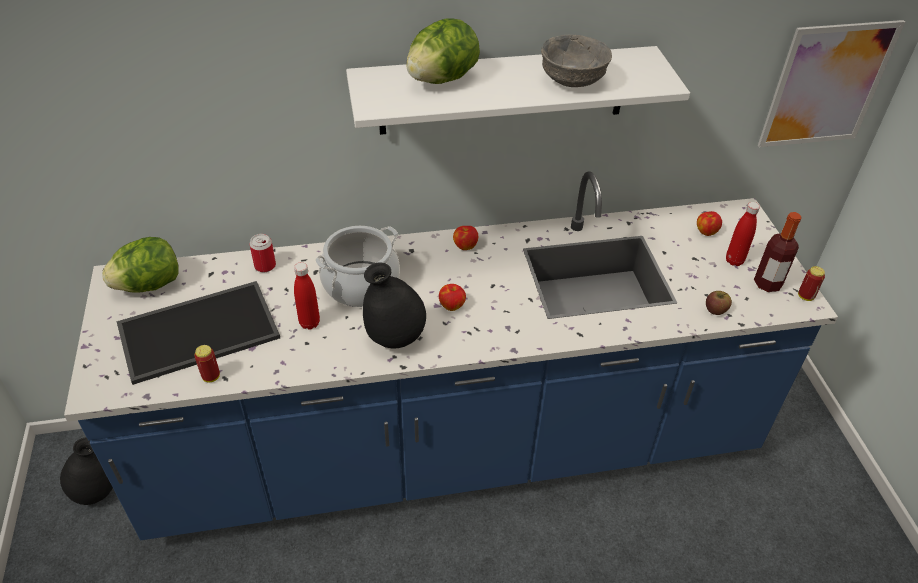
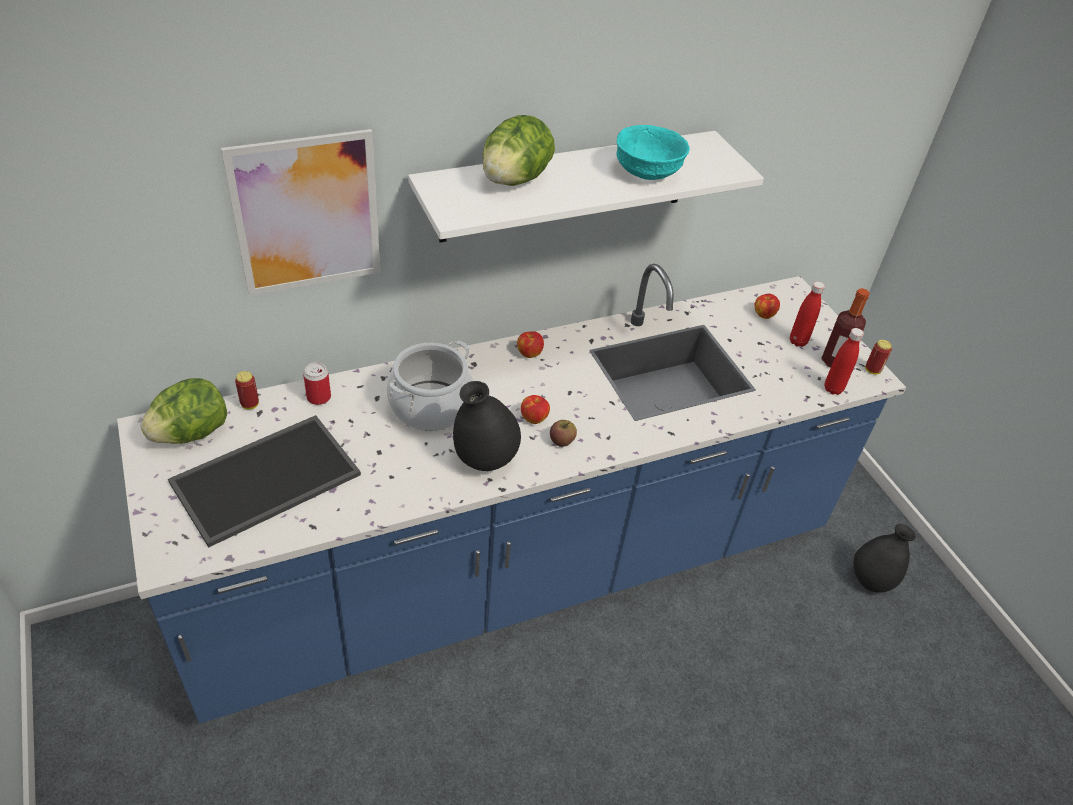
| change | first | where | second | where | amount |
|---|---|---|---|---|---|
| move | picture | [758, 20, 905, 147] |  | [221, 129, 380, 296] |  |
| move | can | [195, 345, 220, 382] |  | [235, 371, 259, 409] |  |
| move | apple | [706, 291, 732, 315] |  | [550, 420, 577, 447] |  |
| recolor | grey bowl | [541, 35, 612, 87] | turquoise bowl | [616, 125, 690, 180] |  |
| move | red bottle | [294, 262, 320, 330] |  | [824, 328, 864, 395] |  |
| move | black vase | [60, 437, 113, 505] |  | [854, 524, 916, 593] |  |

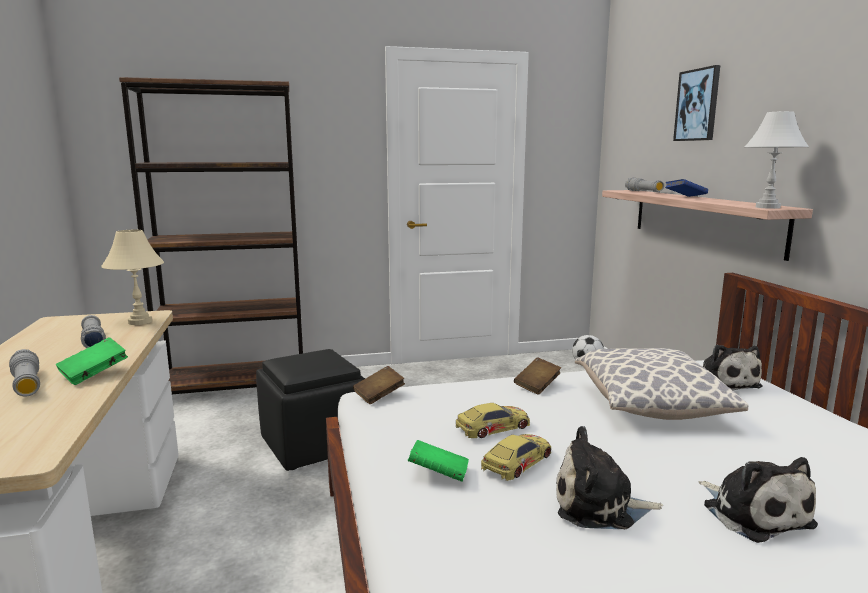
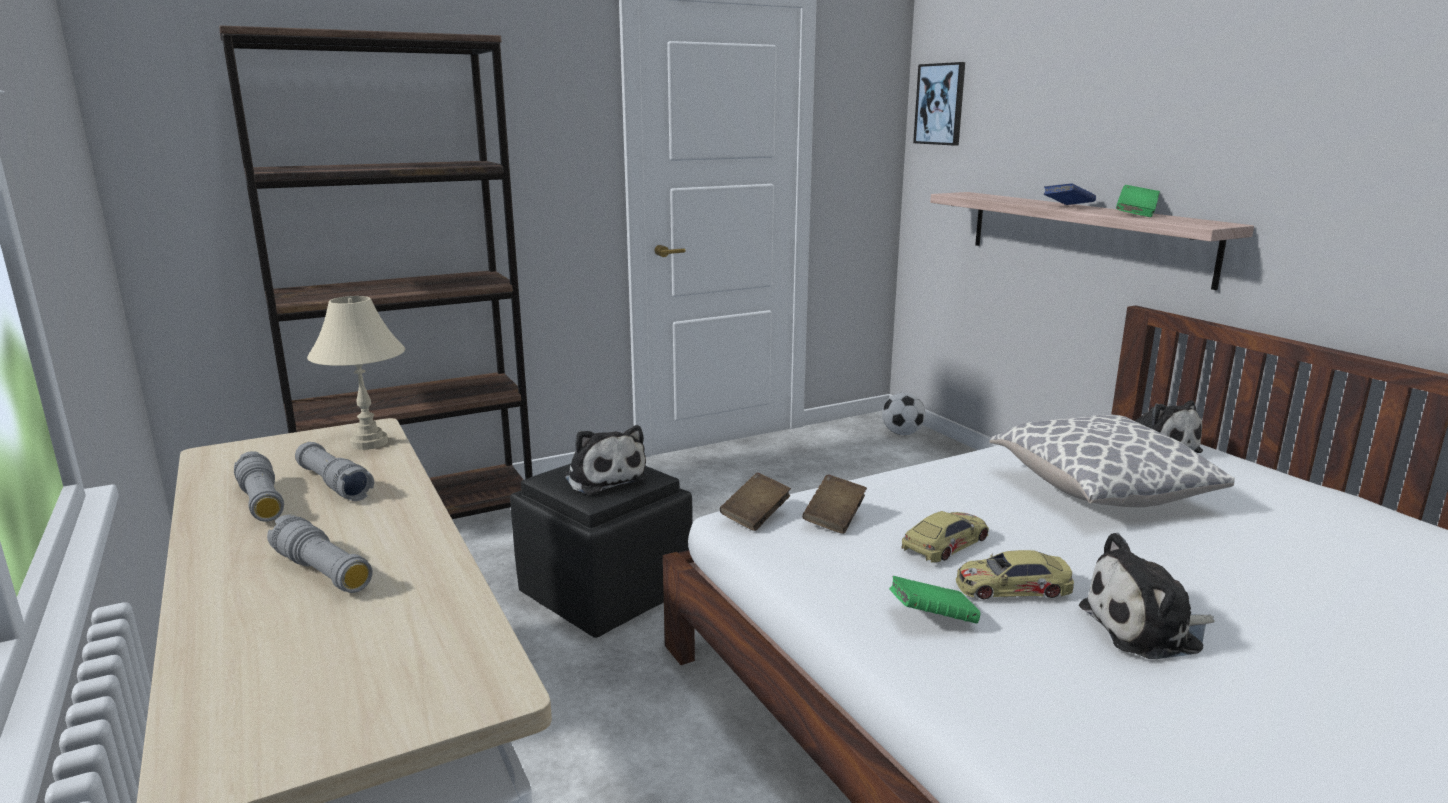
| change | first | where | second | where | amount |
|---|---|---|---|---|---|
| move | grey flashlight | [625, 178, 664, 192] |  | [234, 451, 284, 522] |  |
| move | plush toy | [698, 457, 818, 543] |  | [564, 425, 648, 495] |  |
| move | brown book | [514, 357, 561, 395] |  | [802, 475, 867, 534] |  |
| move | picture | [673, 65, 720, 141] |  | [913, 62, 965, 146] |  |
| rotate | toy car | [481, 434, 551, 481] |  | [956, 550, 1074, 600] | 120 degrees counterclockwise |
| move | green book | [56, 337, 128, 385] |  | [1116, 185, 1160, 217] |  |
| delete | white table lamp | [745, 111, 809, 209] |  |  |  |

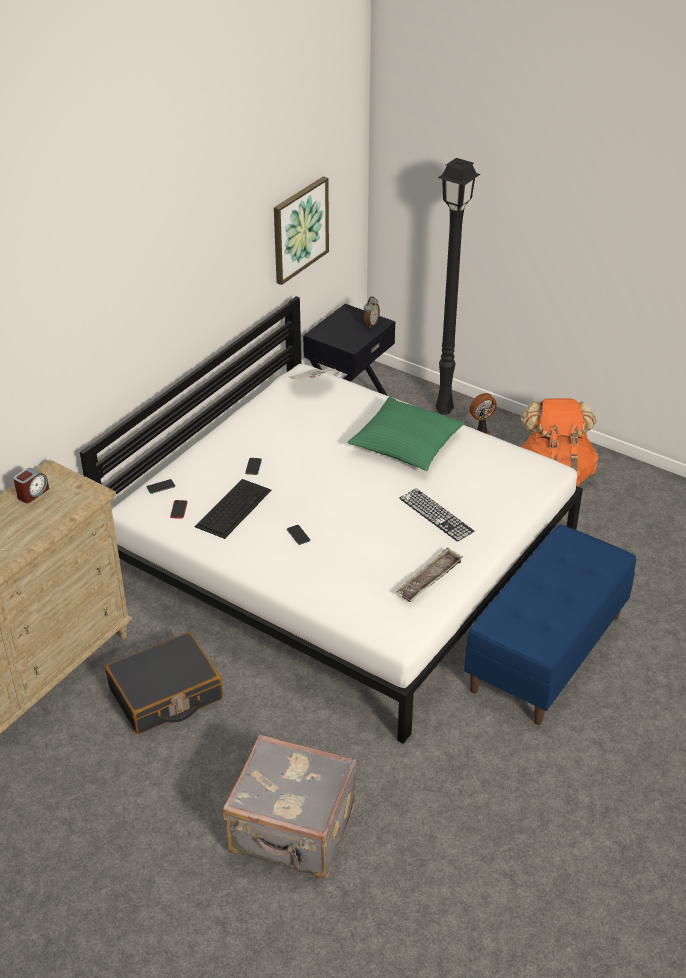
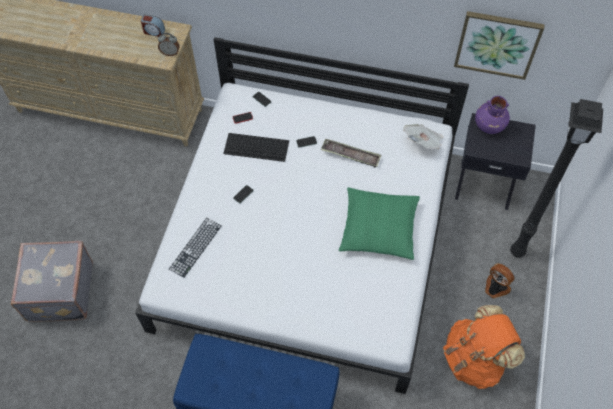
| change | first | where | second | where | amount |
|---|---|---|---|---|---|
| move | alarm clock | [364, 296, 380, 328] |  | [158, 33, 179, 56] |  |
| move | keyboard | [399, 489, 475, 542] |  | [169, 218, 222, 278] |  |
| move | tray | [396, 547, 463, 602] |  | [321, 139, 381, 168] |  |
| insert |  |  | purple vase | [475, 96, 510, 134] |  |
| delete | black suitcase | [105, 632, 223, 734] |  |  |  |

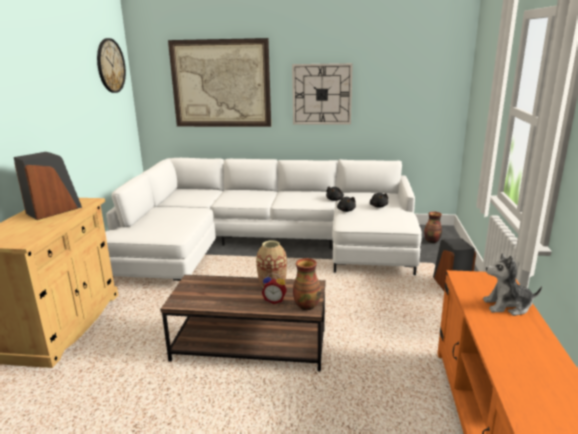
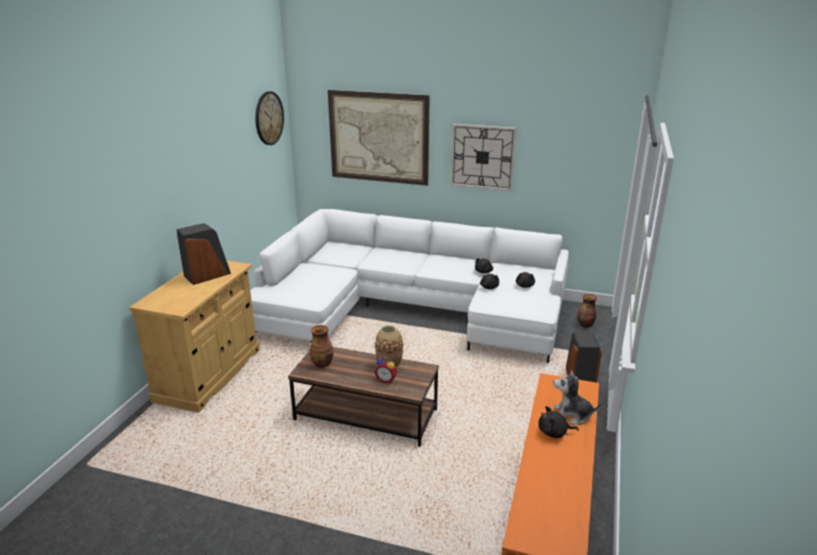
| change | first | where | second | where | amount |
|---|---|---|---|---|---|
| move | vase | [293, 258, 321, 310] |  | [310, 325, 333, 368] |  |
| insert |  |  | black plush toy | [538, 406, 579, 438] |  |

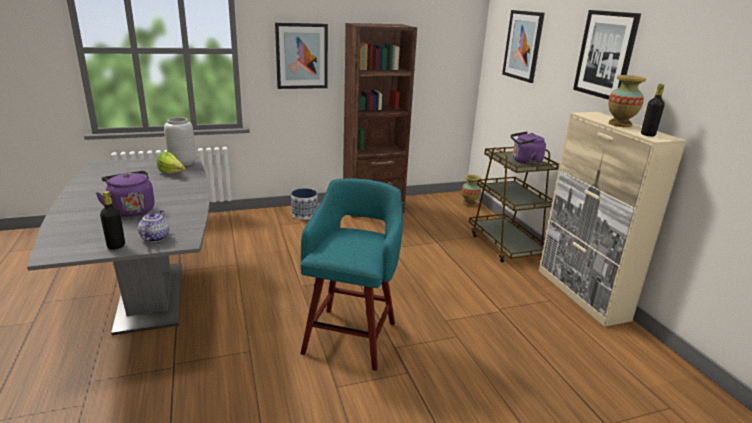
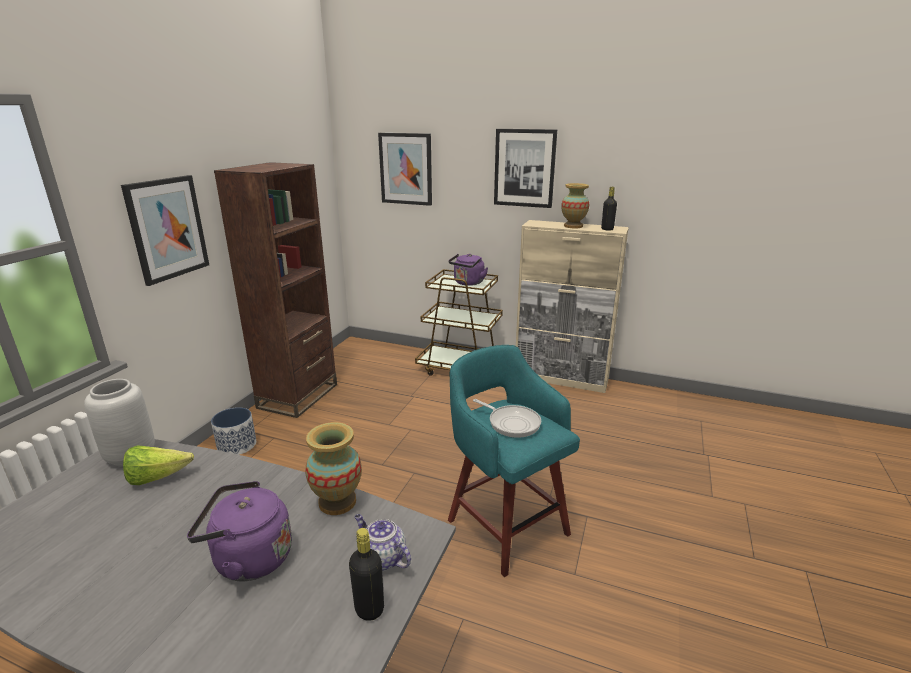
| change | first | where | second | where | amount |
|---|---|---|---|---|---|
| move | vase | [462, 174, 481, 207] |  | [306, 422, 362, 515] |  |
| insert |  |  | frying pan | [473, 399, 541, 438] |  |

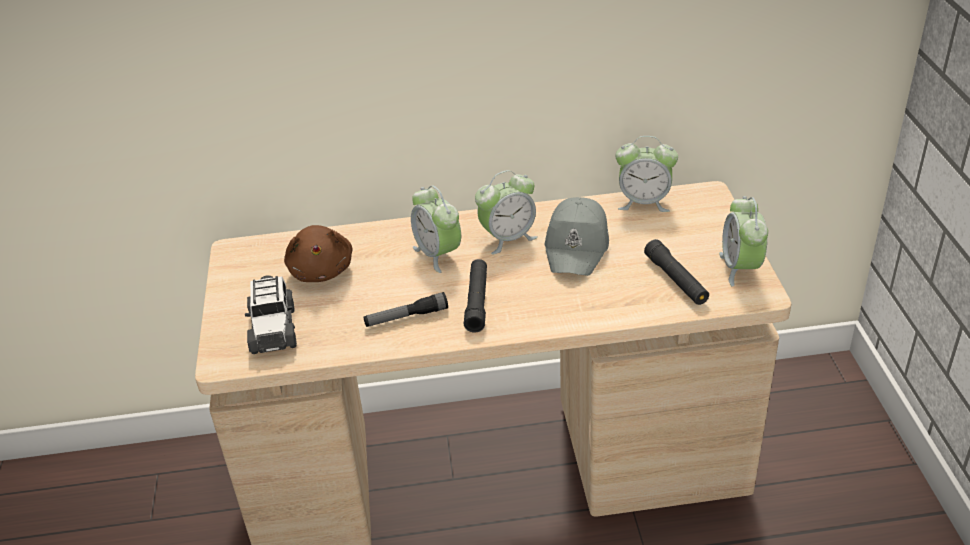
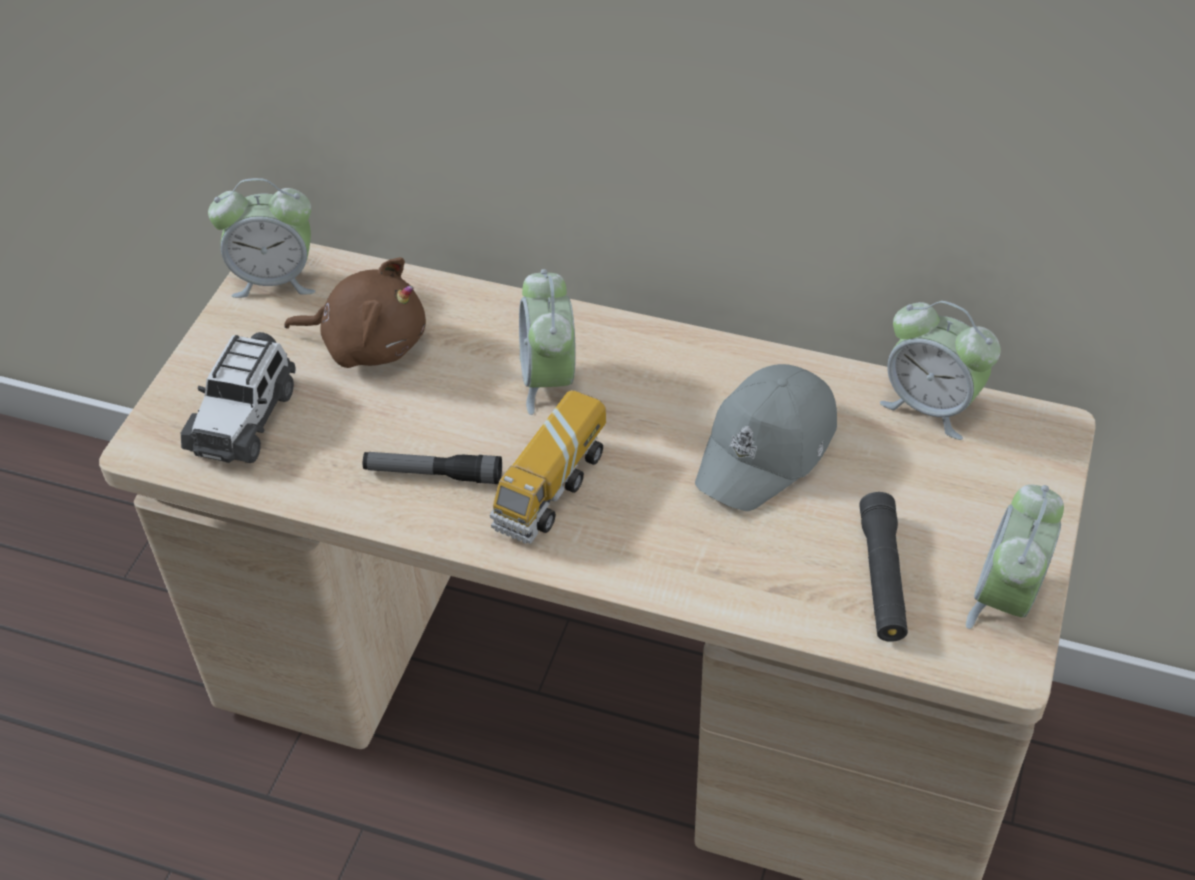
| change | first | where | second | where | amount |
|---|---|---|---|---|---|
| move | alarm clock | [475, 170, 538, 255] |  | [208, 178, 316, 298] |  |
| rotate | brown plush toy | [284, 225, 352, 282] |  | [284, 257, 426, 368] | 90 degrees counterclockwise |
| replace | black flashlight | [464, 259, 487, 332] | toy truck | [490, 390, 606, 544] |  |

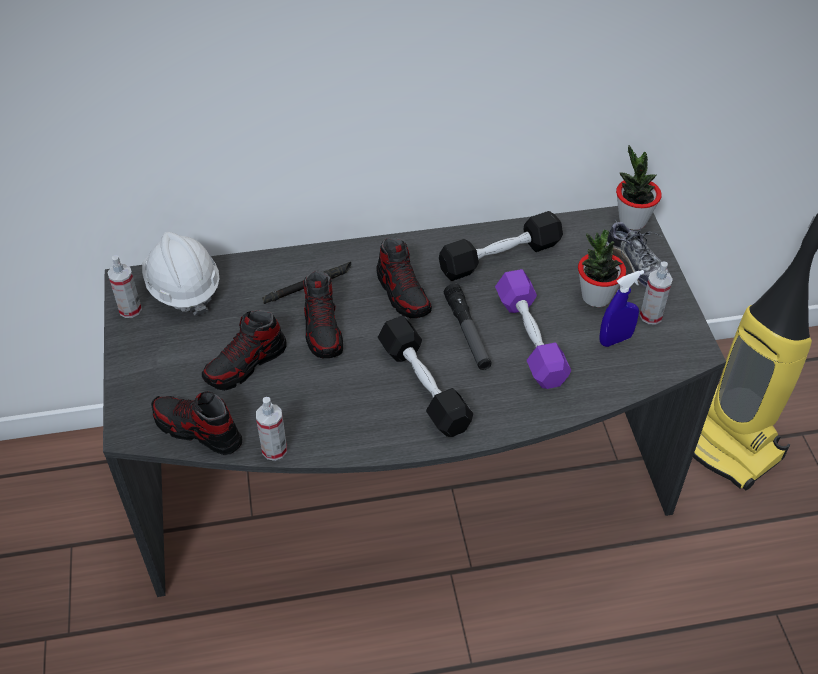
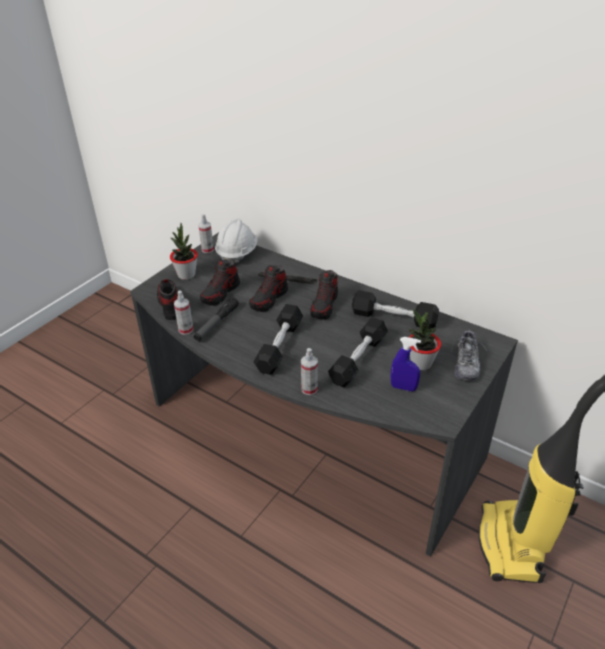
| change | first | where | second | where | amount |
|---|---|---|---|---|---|
| move | potted plant | [616, 145, 662, 230] |  | [170, 223, 198, 280] |  |
| move | flashlight | [444, 284, 492, 370] |  | [193, 297, 239, 341] |  |
| rotate | shoe | [202, 310, 286, 391] |  | [200, 259, 240, 306] | 60 degrees counterclockwise |
| move | spray bottle | [640, 262, 673, 325] |  | [301, 348, 318, 395] |  |
| recolor | purple dumbbell | [495, 269, 571, 389] | black dumbbell | [328, 317, 388, 387] |  |

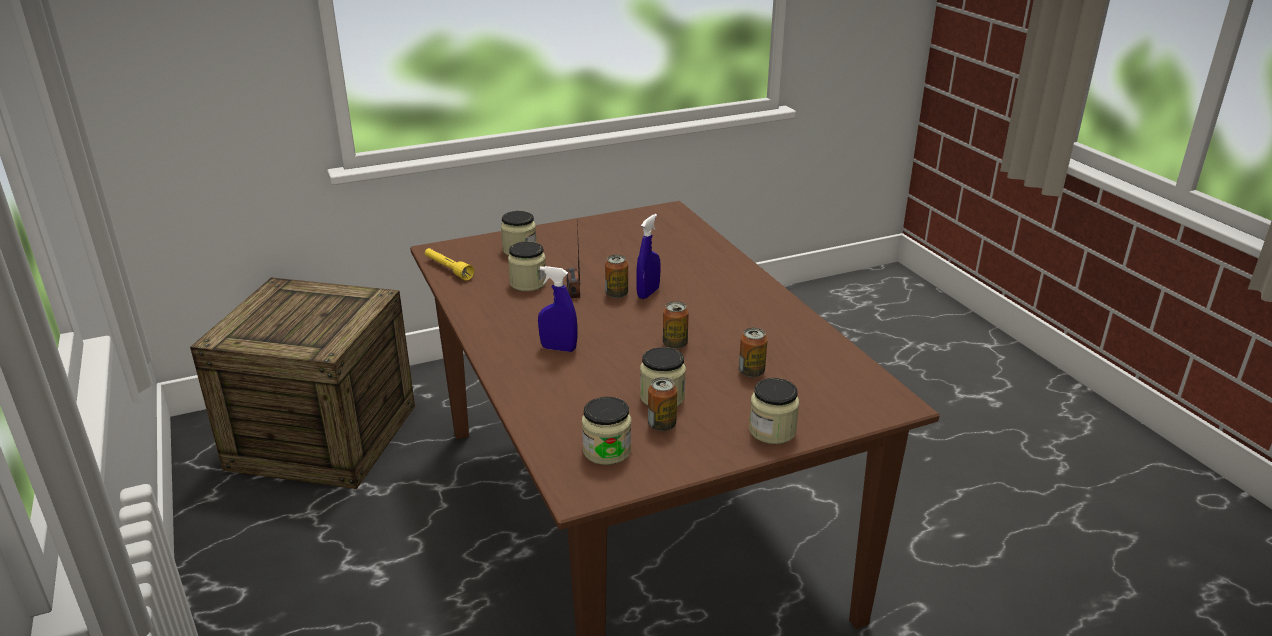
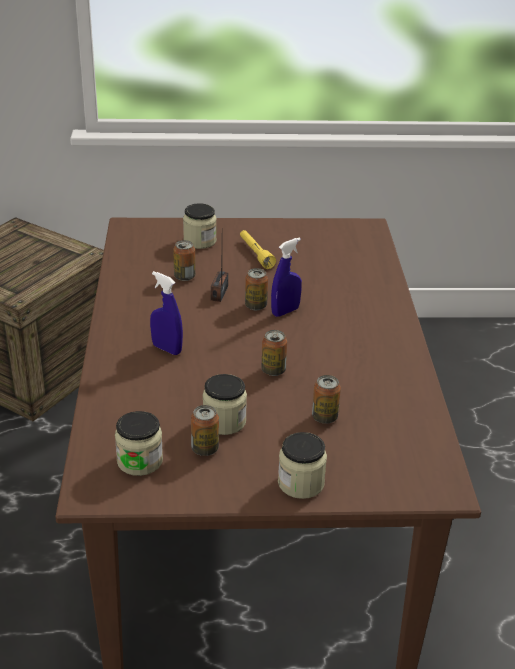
| change | first | where | second | where | amount |
|---|---|---|---|---|---|
| replace | jar | [508, 241, 547, 291] | can | [173, 240, 195, 281] |  |
| move | yellow flashlight | [425, 248, 474, 281] |  | [240, 230, 276, 269] |  |

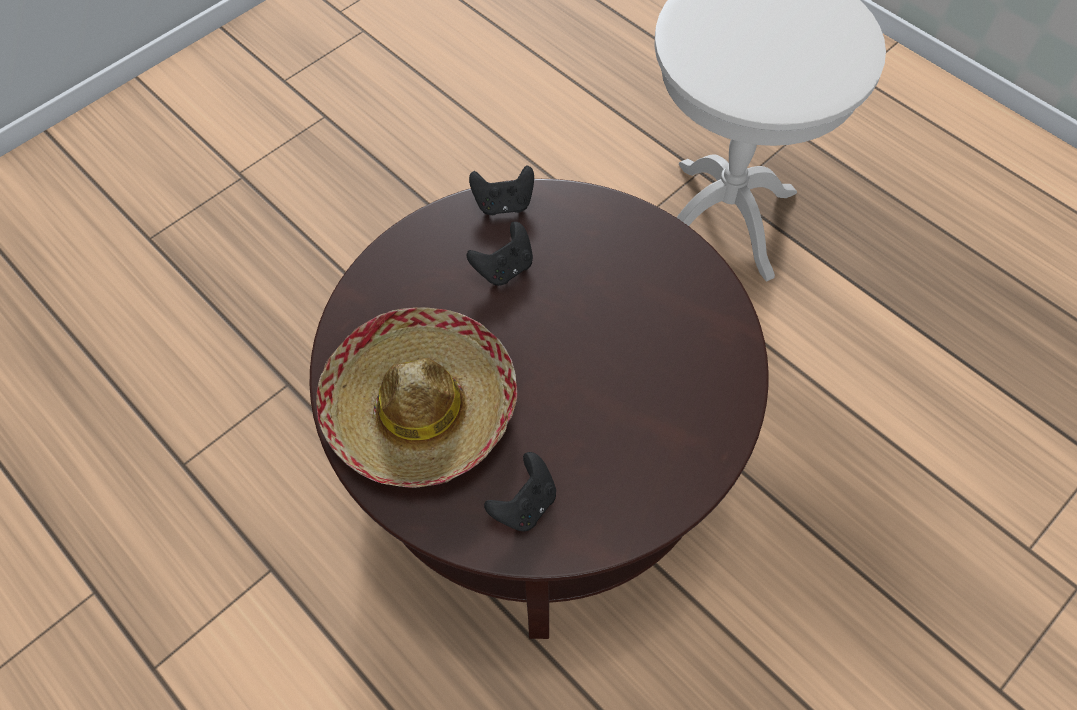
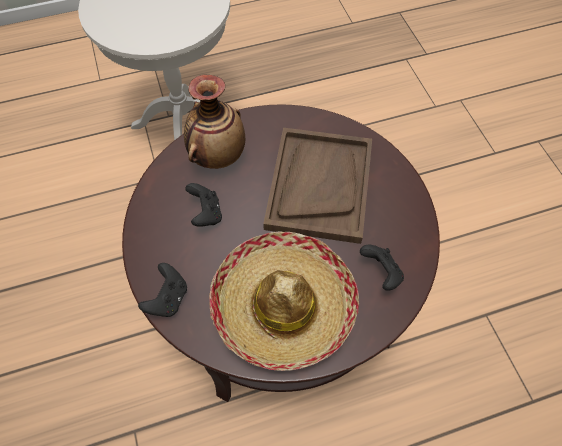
| change | first | where | second | where | amount |
|---|---|---|---|---|---|
| move | black game controller | [469, 165, 534, 215] |  | [138, 263, 187, 317] |  |
| insert |  |  | vase | [184, 74, 245, 169] |  |
| insert |  |  | brown tray | [263, 128, 372, 244] |  |

